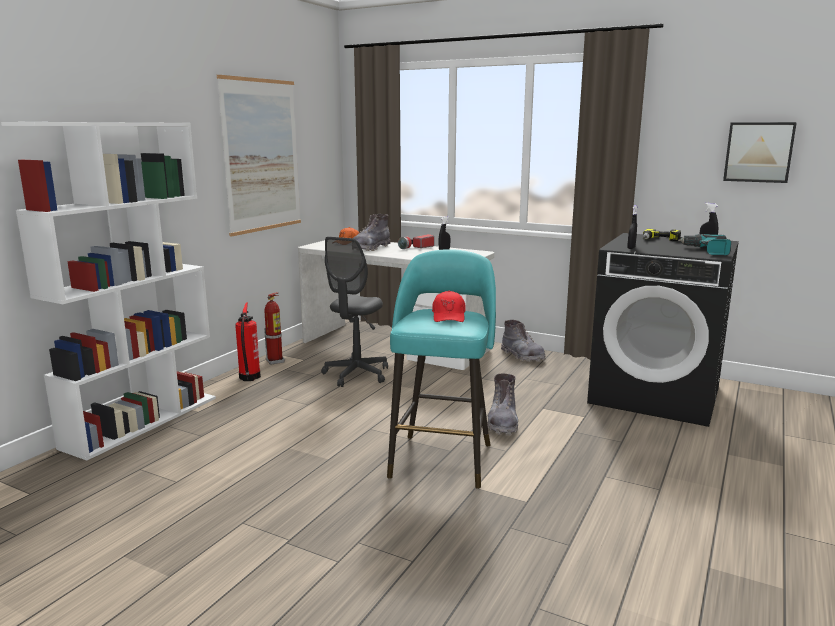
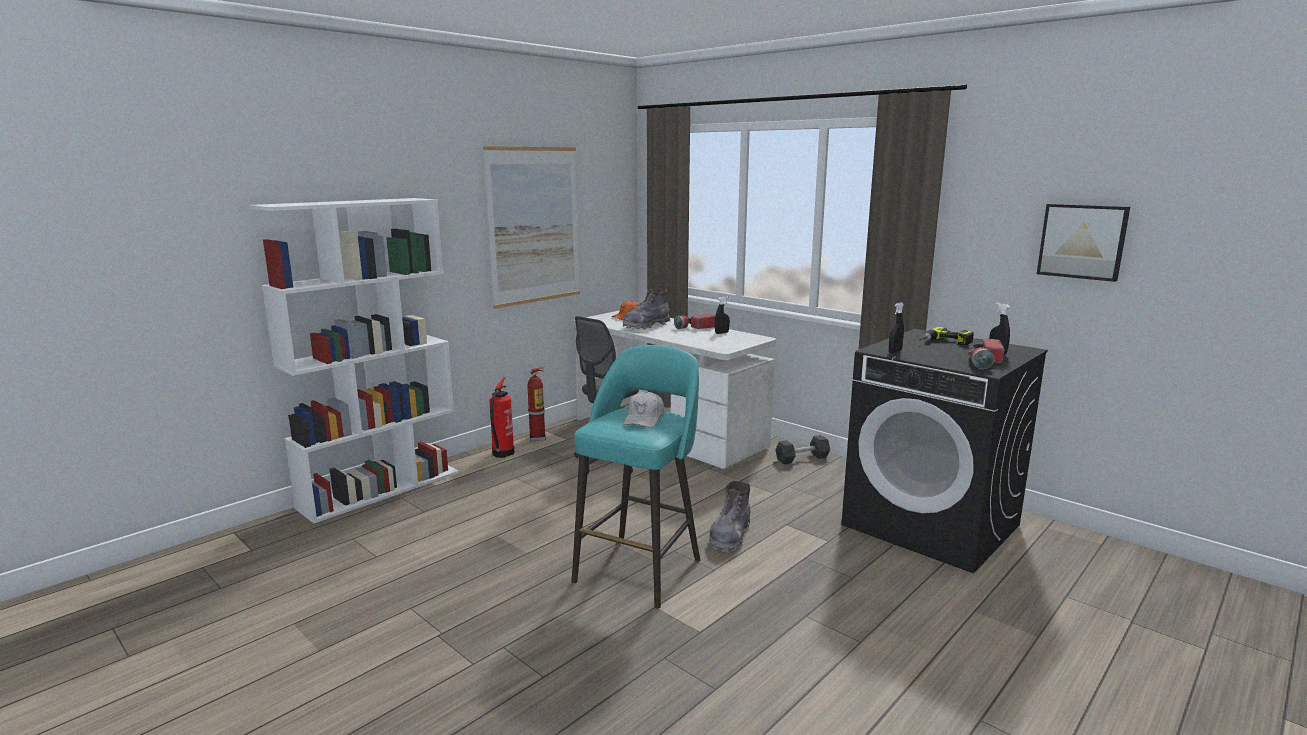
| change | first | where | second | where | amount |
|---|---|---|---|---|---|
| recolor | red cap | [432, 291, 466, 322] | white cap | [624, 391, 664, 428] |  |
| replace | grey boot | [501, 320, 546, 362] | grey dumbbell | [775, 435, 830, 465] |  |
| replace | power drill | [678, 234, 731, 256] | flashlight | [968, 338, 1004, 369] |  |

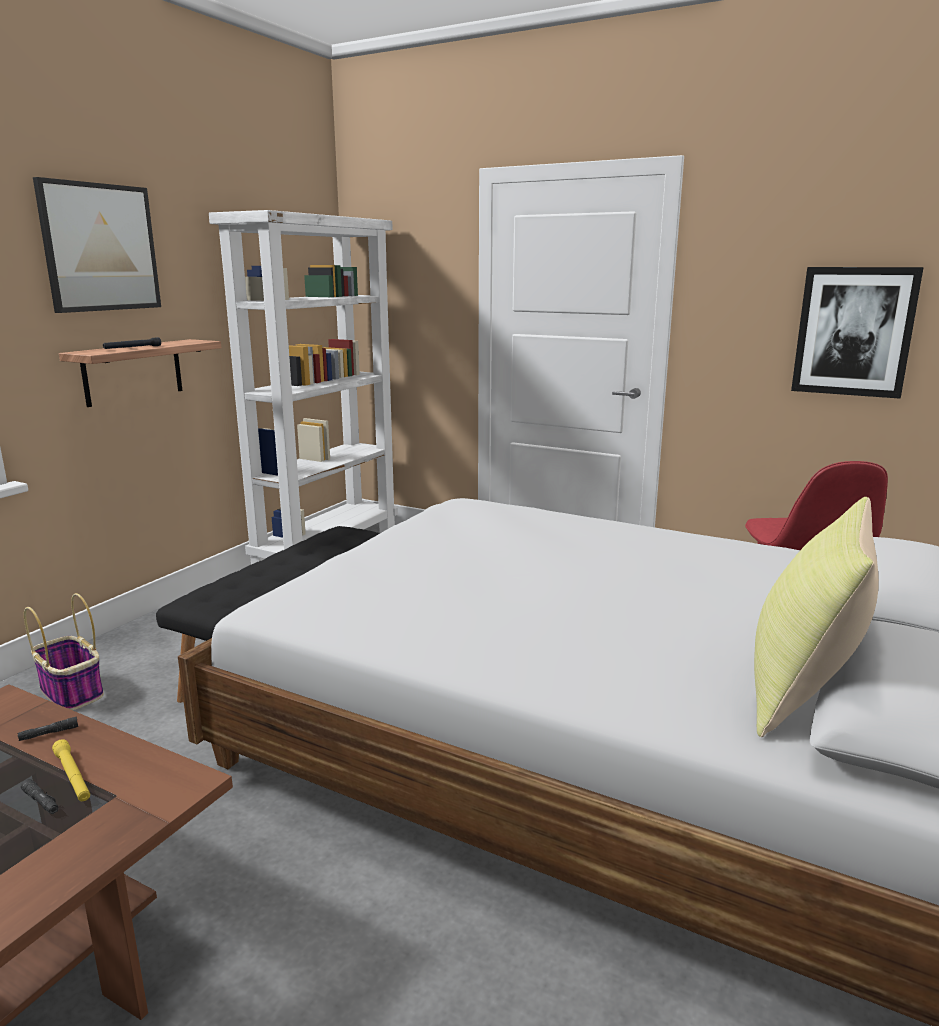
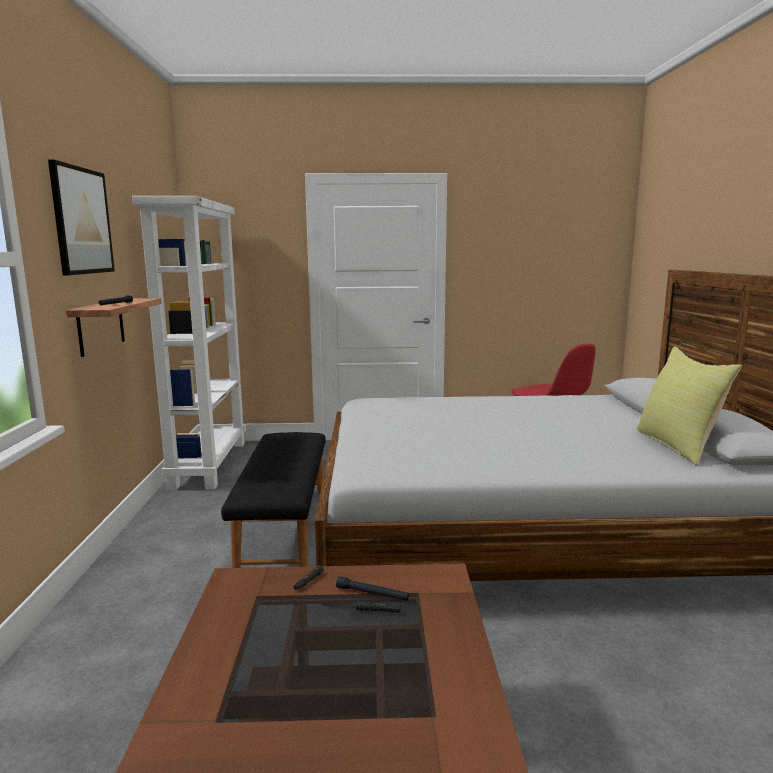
| change | first | where | second | where | amount |
|---|---|---|---|---|---|
| recolor | yellow flashlight | [52, 739, 90, 801] | black flashlight | [336, 576, 409, 601] |  |
| delete | basket | [24, 593, 104, 710] |  |  |  |
| delete | picture | [791, 267, 924, 399] |  |  |  |

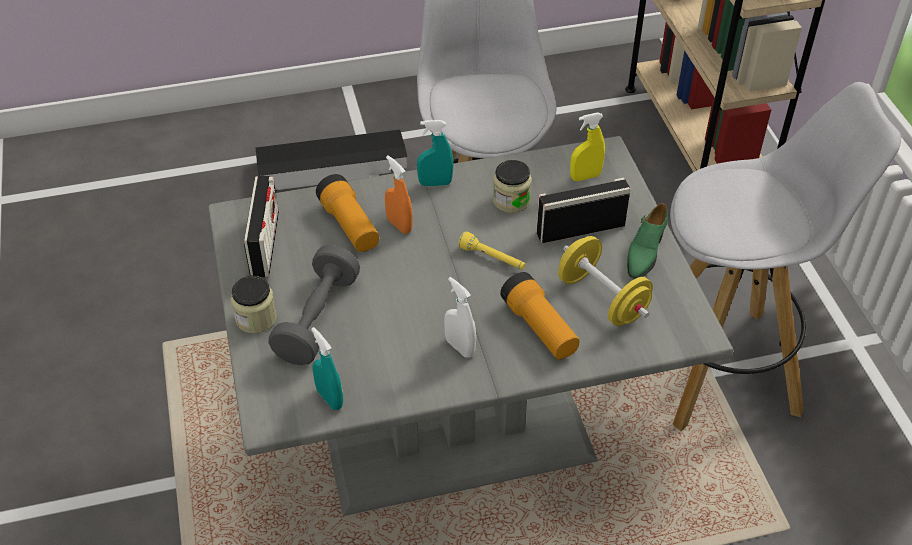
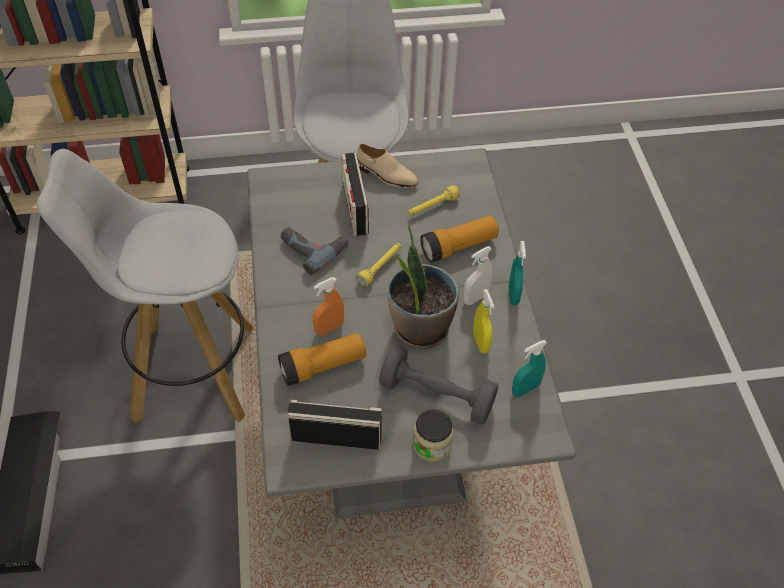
| change | first | where | second | where | amount |
|---|---|---|---|---|---|
| replace | jar | [493, 160, 532, 213] | power drill | [281, 227, 349, 275] |  |
| recolor | green shoe | [627, 203, 668, 279] | beige shoe | [357, 144, 418, 188] |  |
| insert |  |  | potted plant | [388, 226, 459, 349] |  |
| replace | yellow dumbbell | [558, 236, 653, 326] | yellow flashlight | [408, 185, 460, 216] |  |
| move | yellow spray bottle | [570, 112, 605, 181] |  | [473, 289, 494, 354] |  |
| move | turquoise spray bottle | [417, 120, 454, 186] |  | [509, 241, 526, 305] |  |

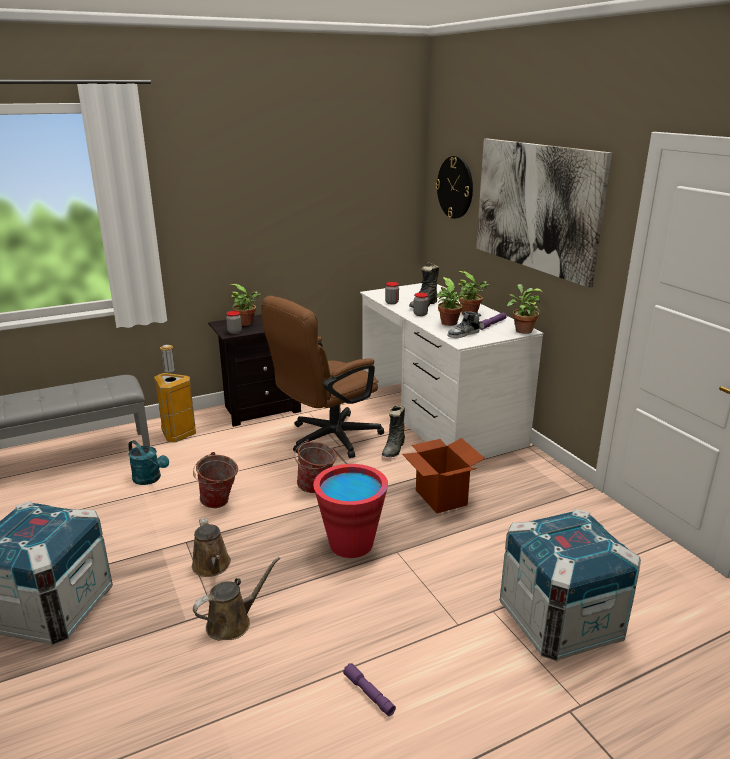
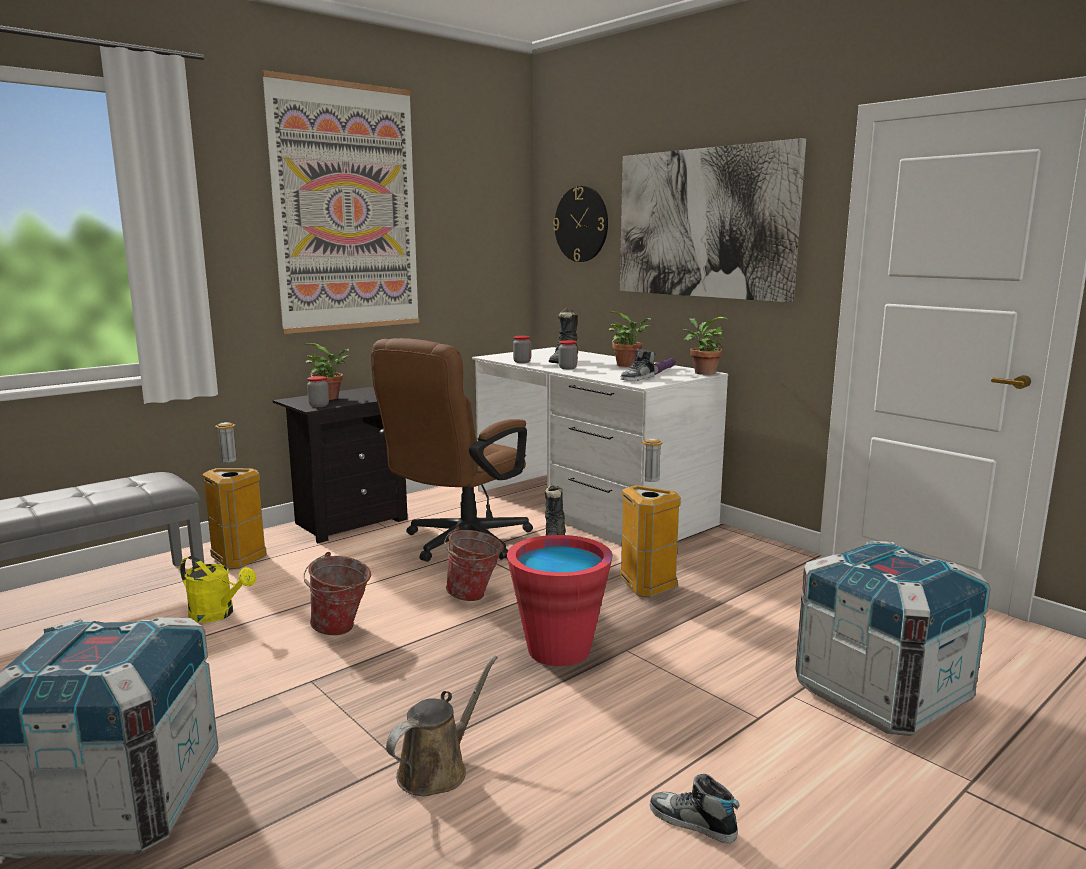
| change | first | where | second | where | amount |
|---|---|---|---|---|---|
| recolor | turquoise watering can | [128, 440, 169, 485] | yellow watering can | [180, 556, 256, 623] |  |
| insert |  |  | picture | [262, 70, 419, 334] |  |
| replace | cardboard box | [402, 438, 485, 513] | trash can | [620, 438, 681, 597] |  |
| replace | purple flashlight | [343, 663, 396, 716] | shoe | [650, 774, 740, 843] |  |
| delete | brown watering can | [192, 518, 231, 577] |  |  |  |
| delete | potted plant | [437, 277, 472, 326] |  |  |  |

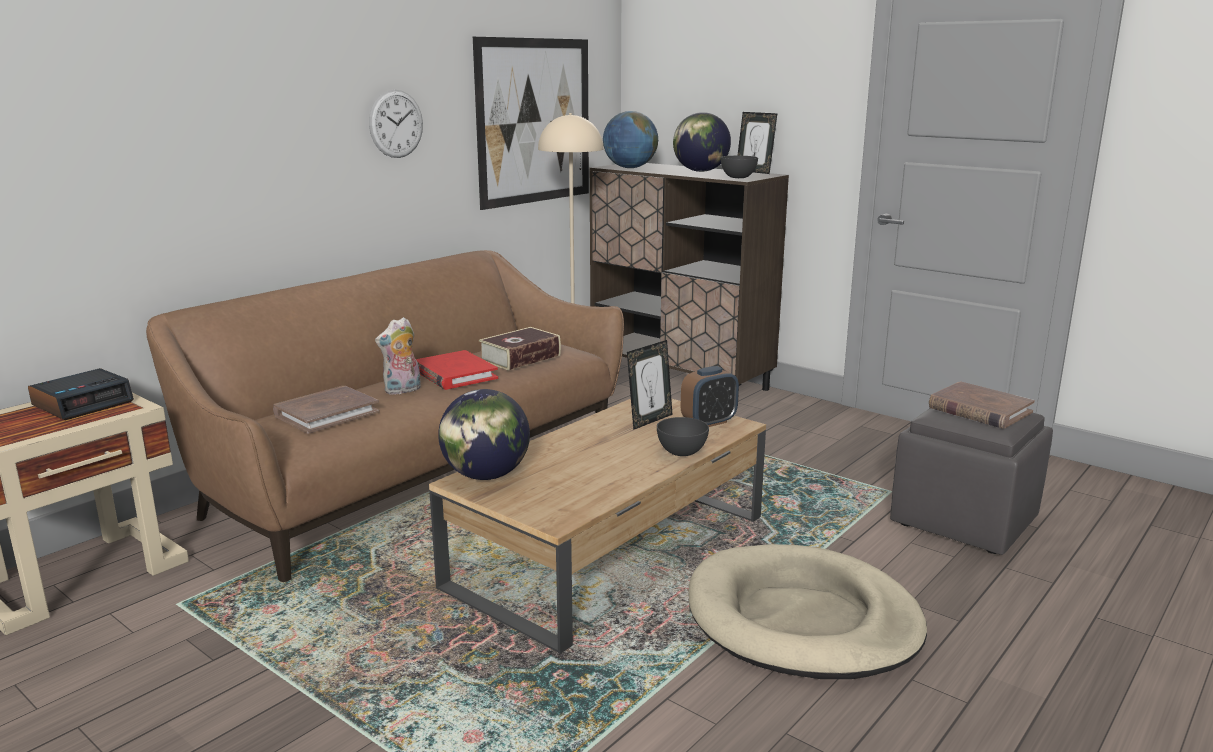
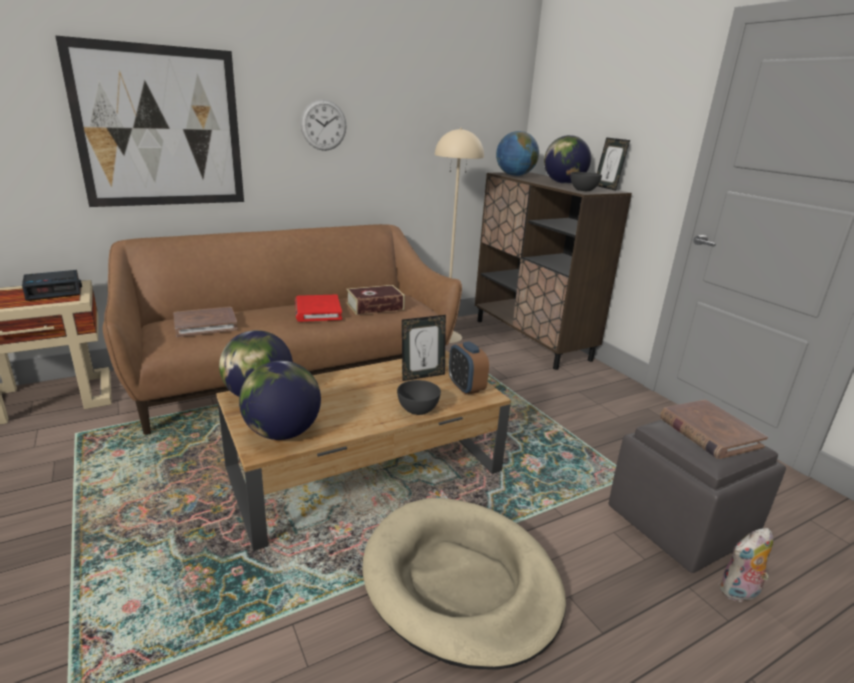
| change | first | where | second | where | amount |
|---|---|---|---|---|---|
| move | picture | [473, 37, 589, 210] |  | [55, 35, 244, 207] |  |
| insert |  |  | globe | [239, 361, 321, 440] |  |
| rotate | alarm clock | [681, 366, 739, 427] |  | [449, 342, 489, 395] | 75 degrees clockwise |
| move | plush toy | [375, 317, 421, 395] |  | [719, 528, 773, 602] |  |

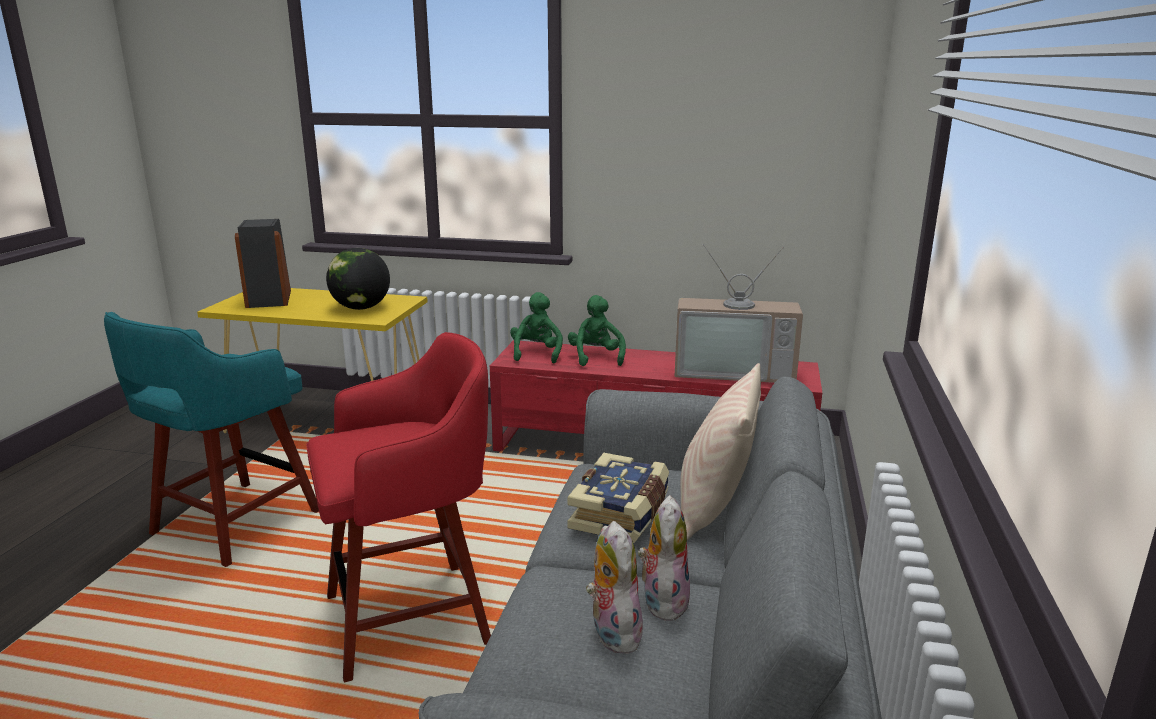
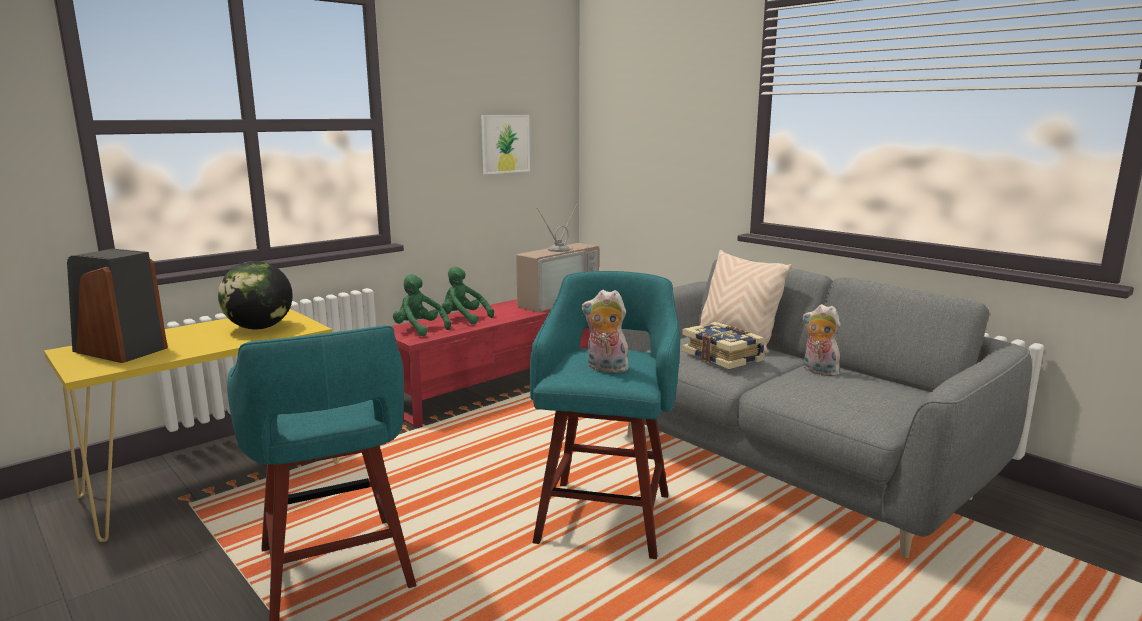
| change | first | where | second | where | amount |
|---|---|---|---|---|---|
| insert |  |  | picture | [481, 115, 530, 174] |  |
| recolor | red stool | [306, 332, 491, 682] | turquoise stool | [530, 271, 680, 559] |  |
| move | plush toy | [586, 521, 643, 654] |  | [581, 290, 629, 373] |  |

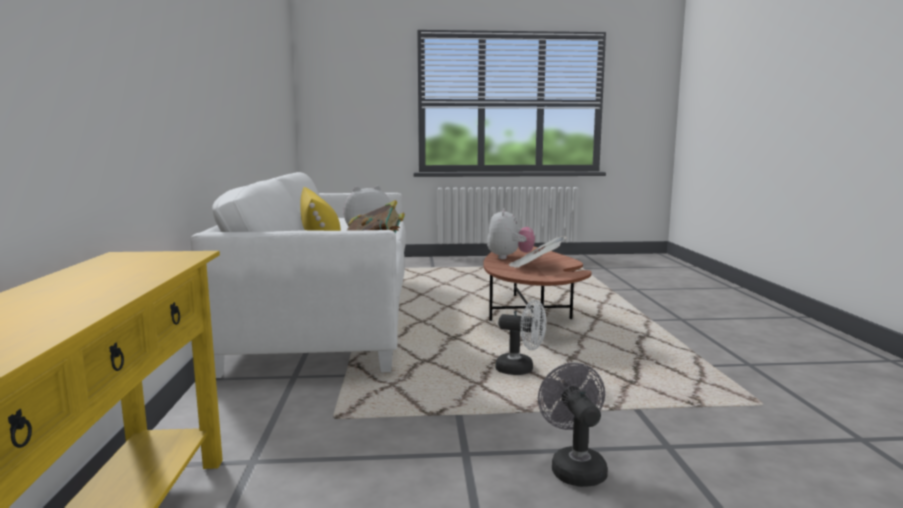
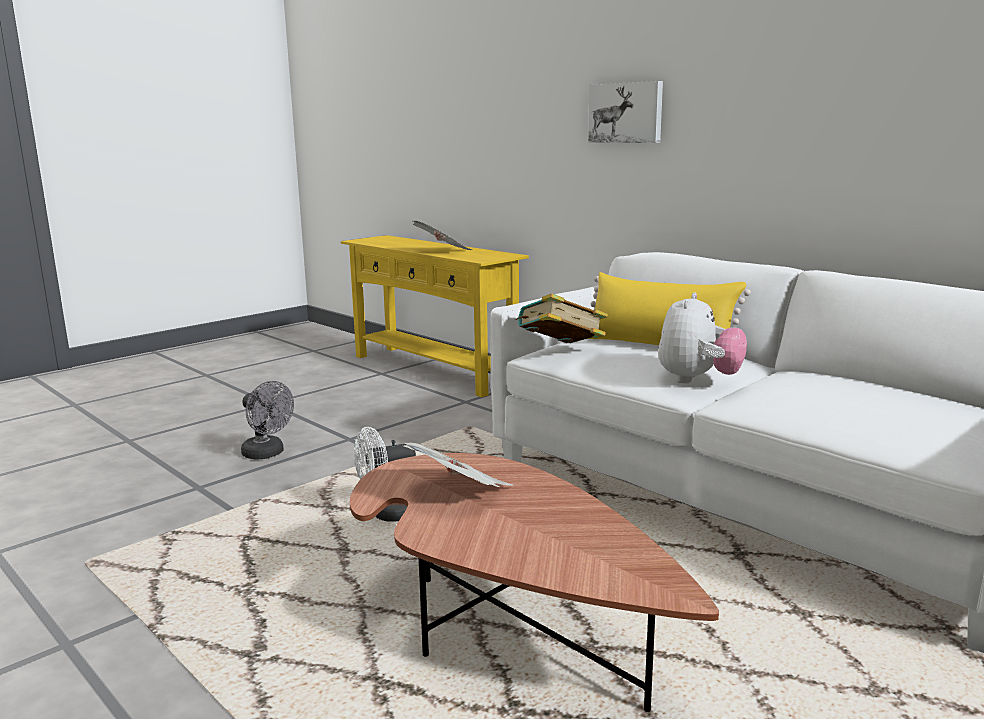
| change | first | where | second | where | amount |
|---|---|---|---|---|---|
| insert |  |  | newspaper | [413, 221, 472, 250] |  |
| insert |  |  | picture | [588, 81, 663, 143] |  |
| delete | plush toy | [487, 208, 535, 259] |  |  |  |

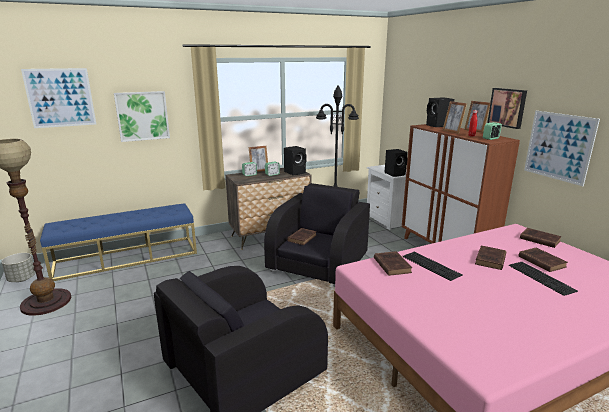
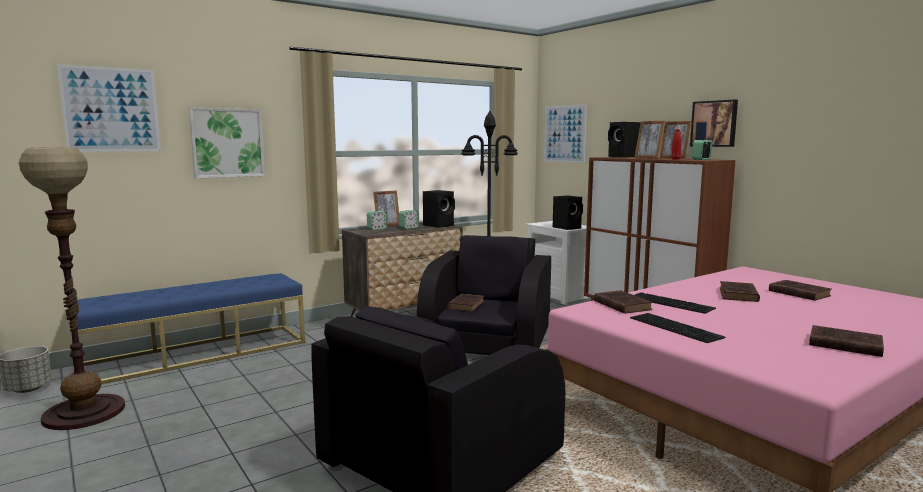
| change | first | where | second | where | amount |
|---|---|---|---|---|---|
| move | picture | [524, 111, 600, 186] |  | [544, 104, 587, 163] |  |
| move | keyboard | [509, 262, 578, 296] |  | [630, 313, 726, 343] |  |
| move | brown book | [520, 228, 562, 248] |  | [809, 325, 884, 357] |  |

